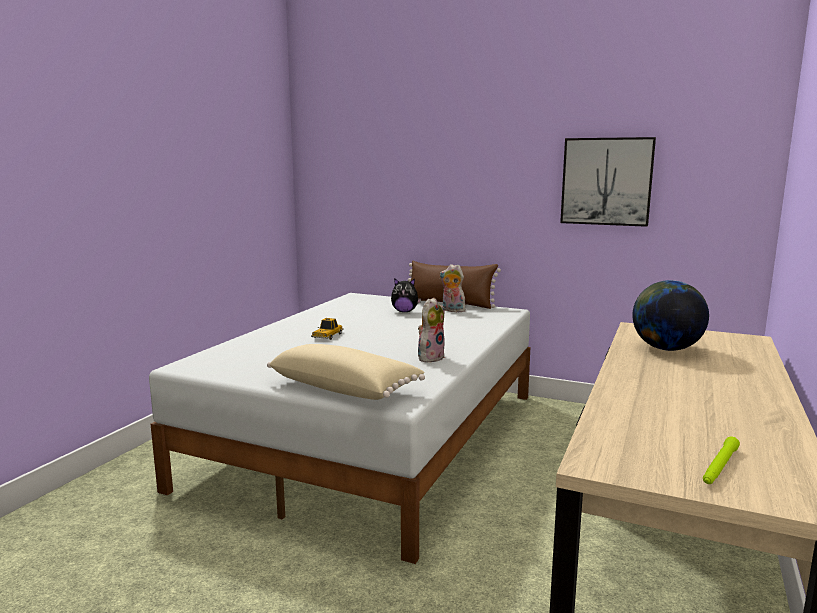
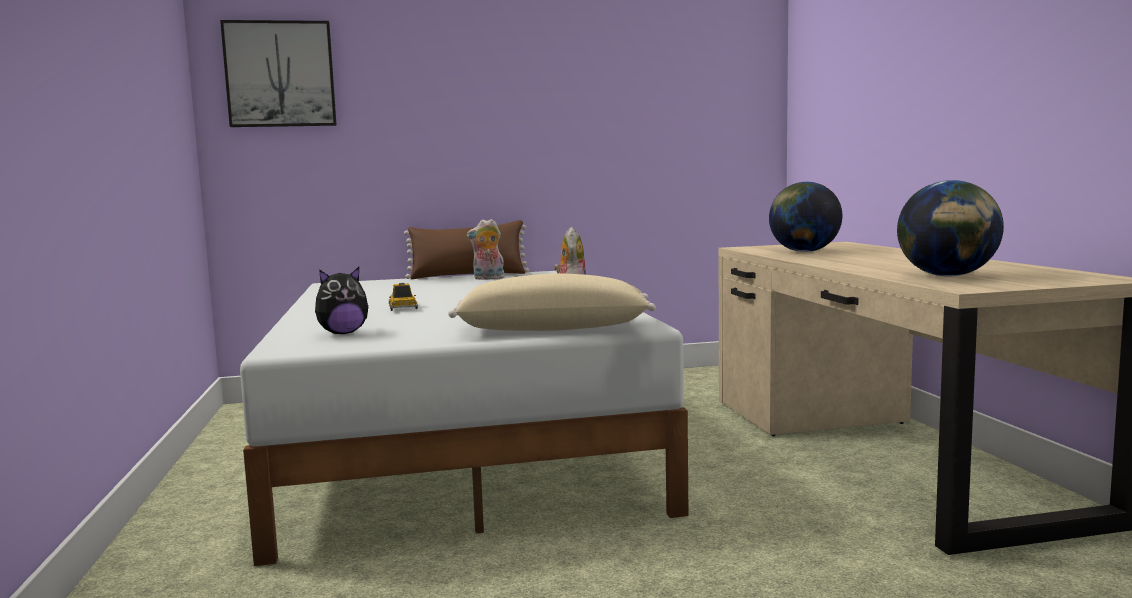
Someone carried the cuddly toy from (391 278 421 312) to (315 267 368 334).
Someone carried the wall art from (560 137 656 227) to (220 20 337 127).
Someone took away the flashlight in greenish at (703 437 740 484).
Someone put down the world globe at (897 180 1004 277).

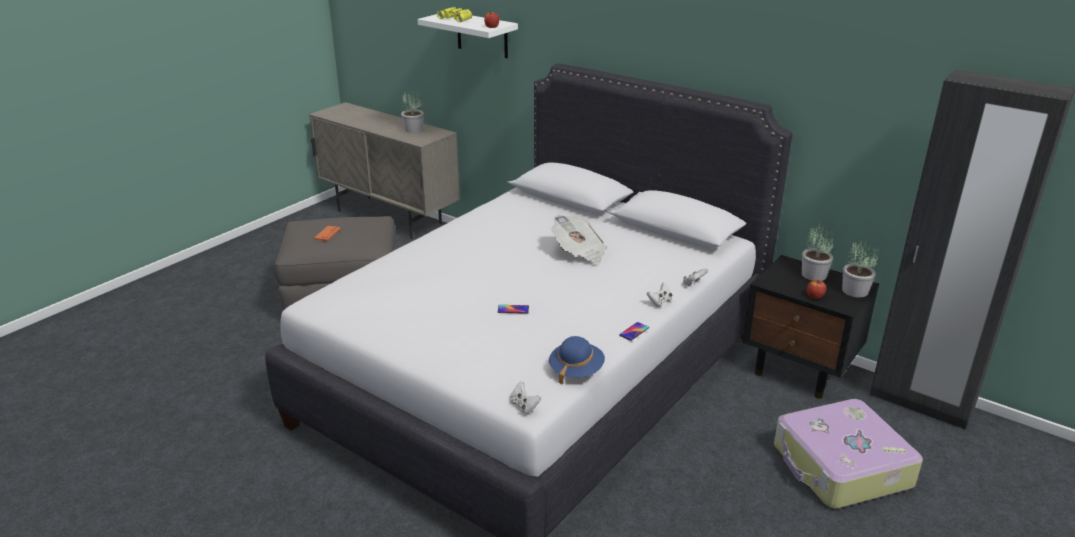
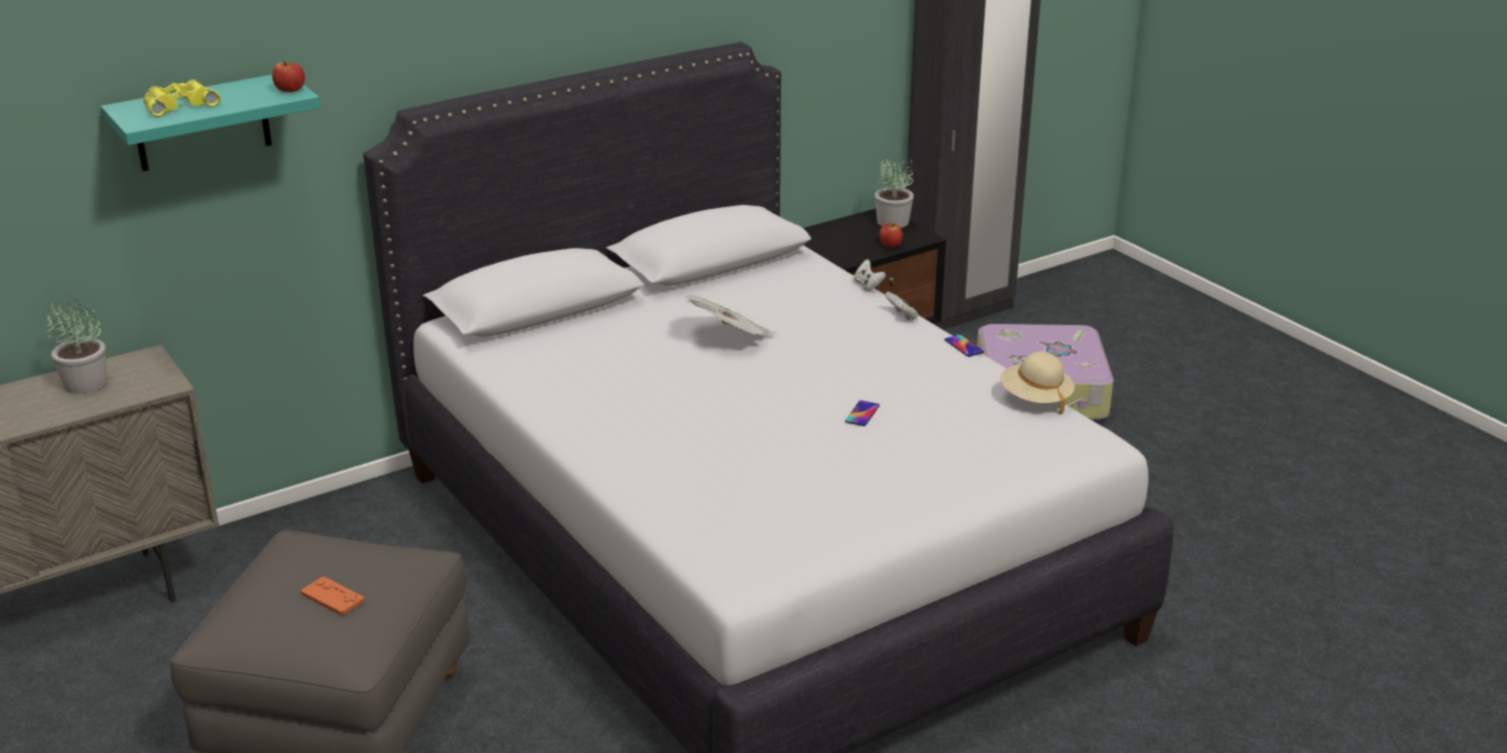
Someone repainted the wall shelf in whitish at (418 14 518 58), which became the wall shelf in turquoise at (100 75 320 171).
Someone took away the gamepad in whitish at (510 381 541 414).
Someone repainted the hat in blue at (549 336 605 385), which became the hat in beige-coloured at (1000 351 1075 414).
Someone took away the potted plant at (802 222 833 281).

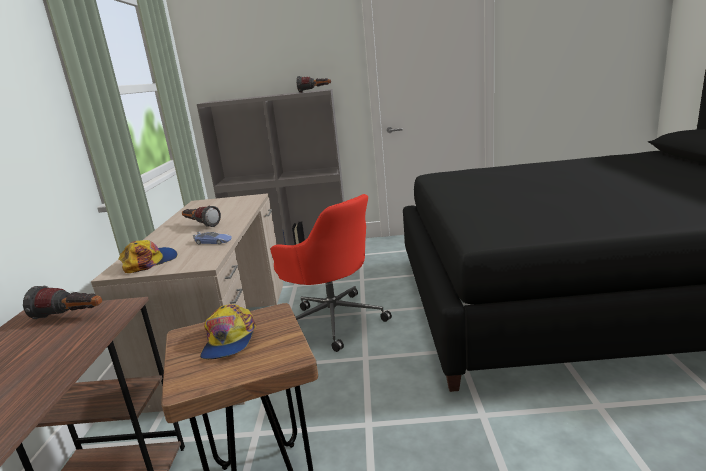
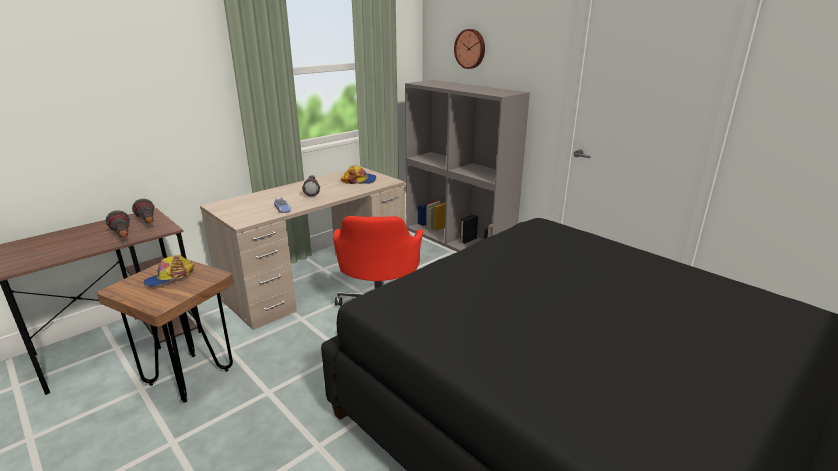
Someone carried the cap from (119 240 178 273) to (341 165 376 184).
Someone carried the flashlight from (296 76 331 93) to (105 210 130 237).
Someone put up the clock on the wall at (454 29 485 69).

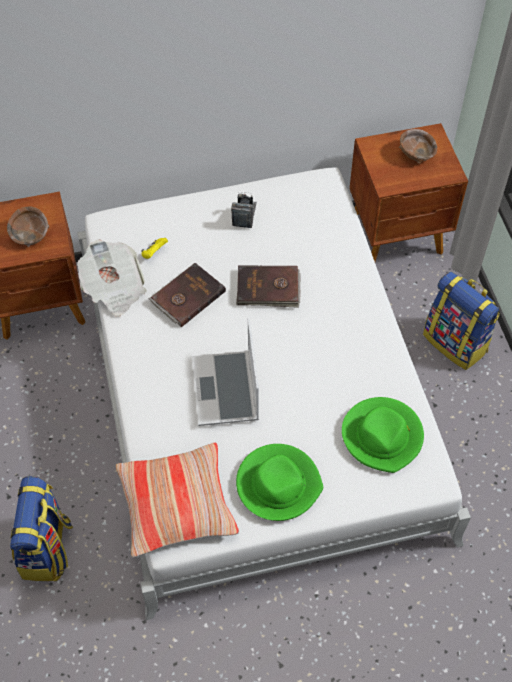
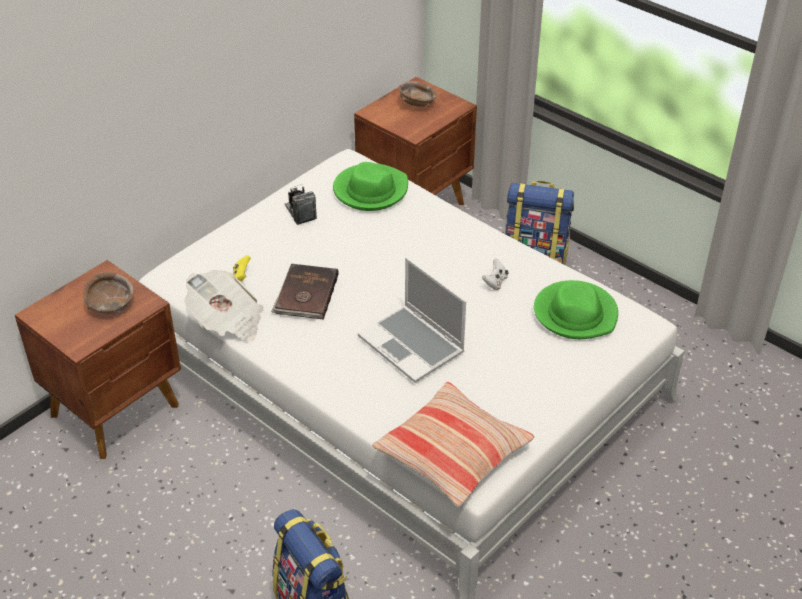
Someone took away the bound book in brown at (236 266 301 308).
Someone carried the hat in greenish from (236 444 323 521) to (333 162 408 211).
Someone put down the gamepad in whitish at (482 259 509 290).

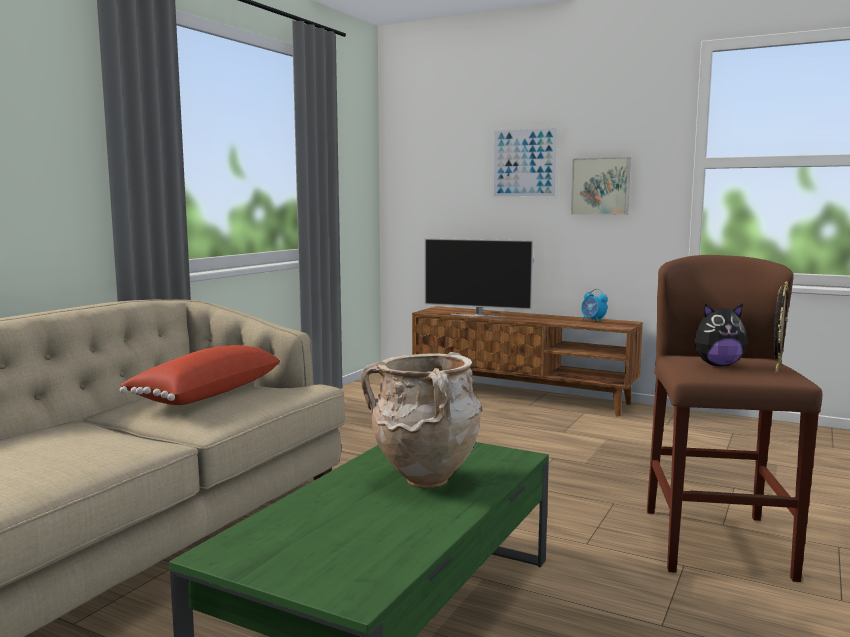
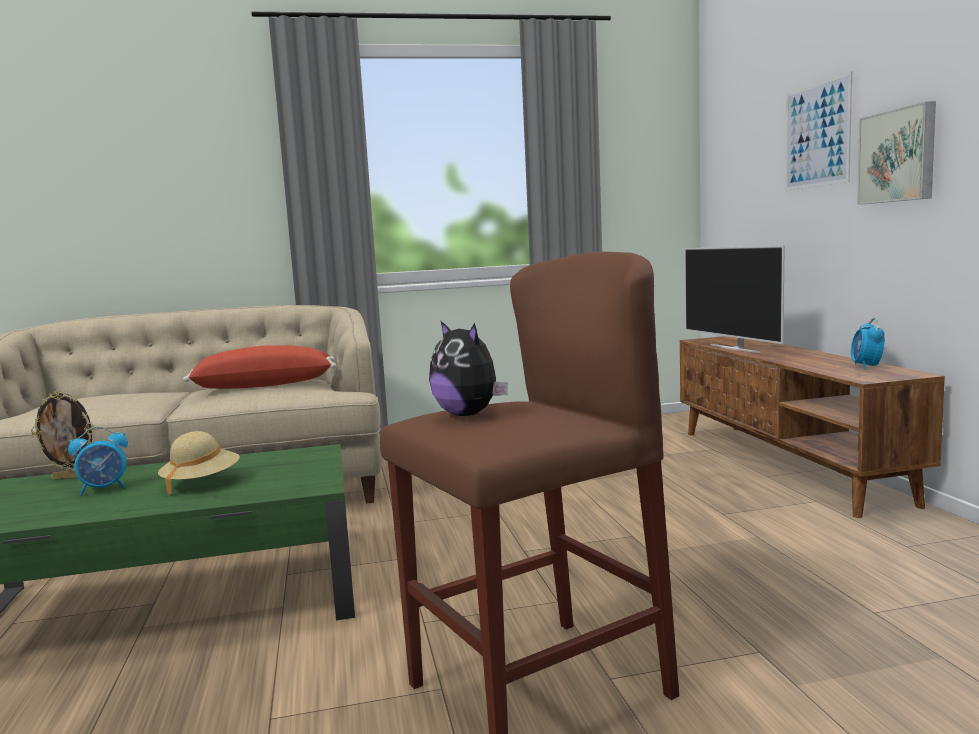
Someone swapped the flower vase in beige-coloured at (361 352 483 488) for the hat in beige-coloured at (158 431 240 495).
Someone carried the picture frame from (773 282 788 373) to (31 390 95 480).
Someone put down the table clock at (68 426 128 495).

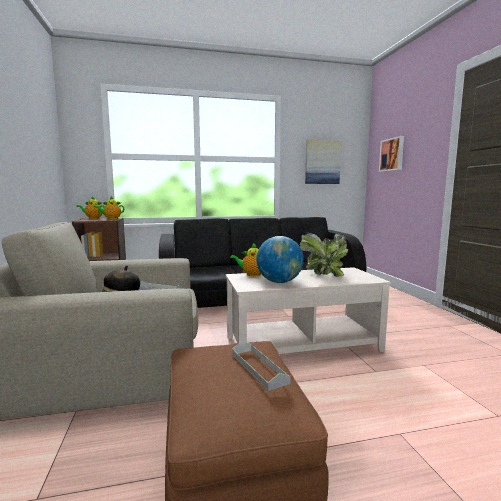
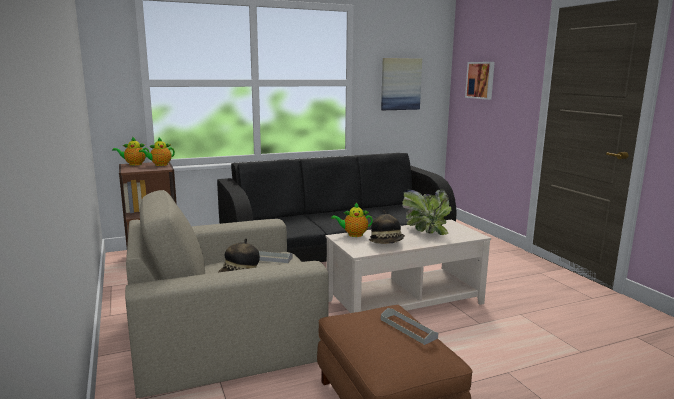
Someone swapped the world globe at (256 236 304 283) for the hat at (369 210 405 244).

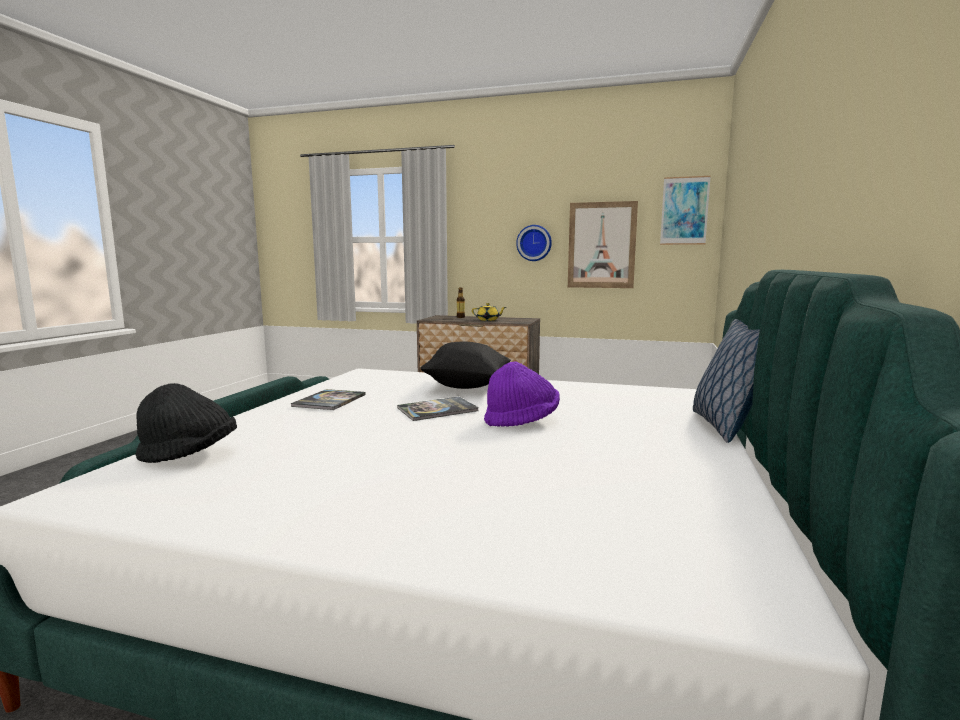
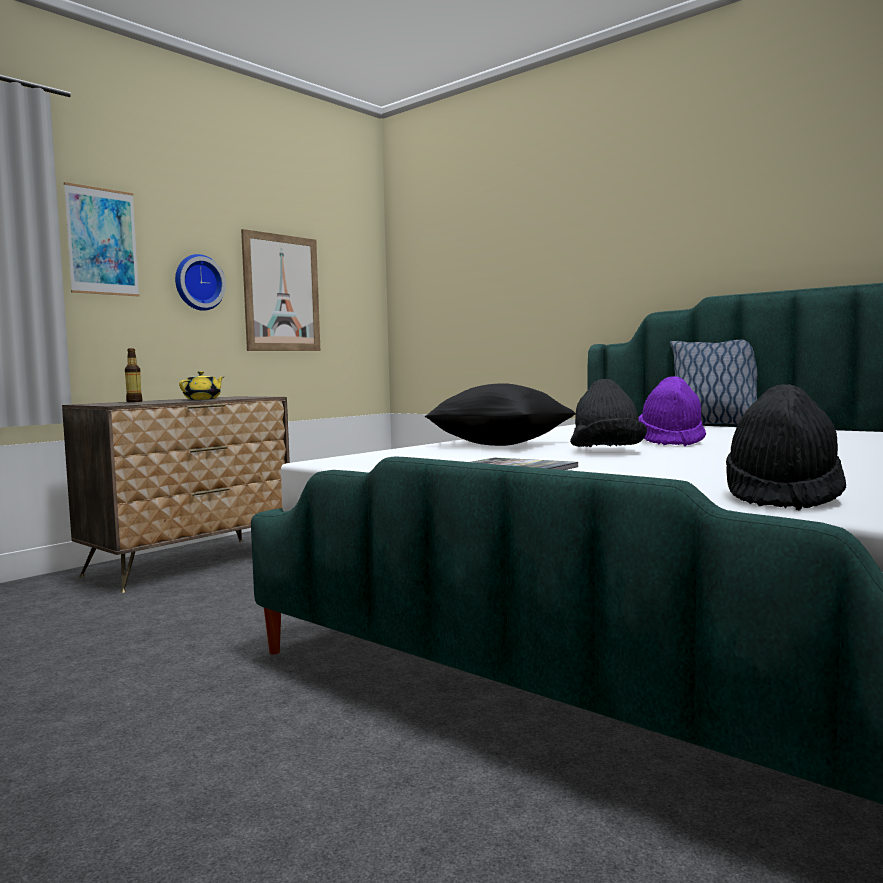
Someone swapped the bound book at (397 397 479 421) for the hat in black at (570 379 647 447).
Someone carried the wall art from (660 176 711 245) to (64 182 140 296).

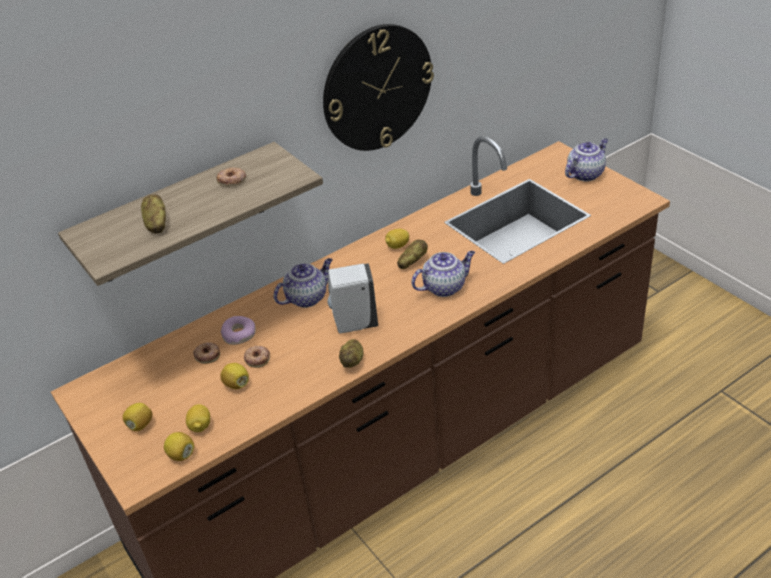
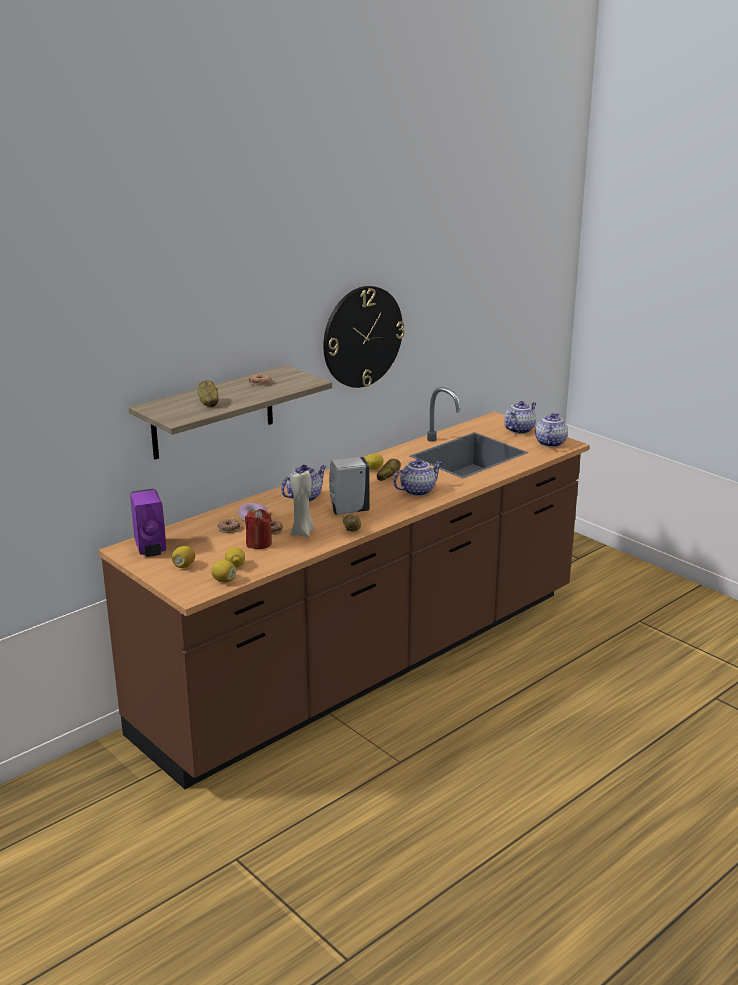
Someone swapped the lemon at (220 363 249 389) for the wax light in reddish at (245 509 272 549).
Someone put down the soap bottle in purple at (130 489 166 557).
Someone put down the wax light in beige-coloured at (290 470 314 537).
Someone put down the tea pot at (535 413 568 447).

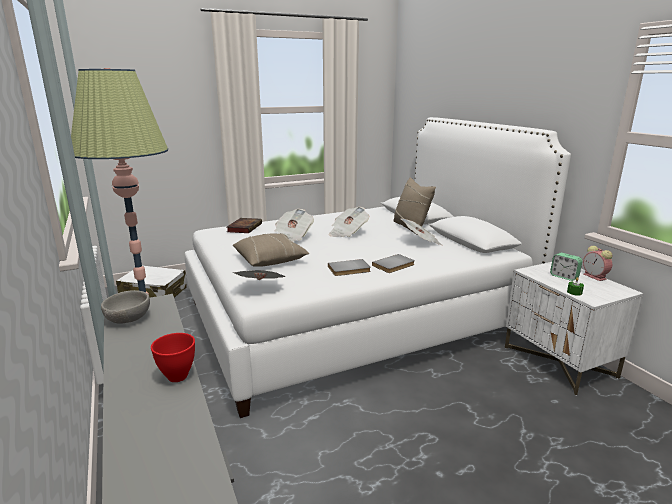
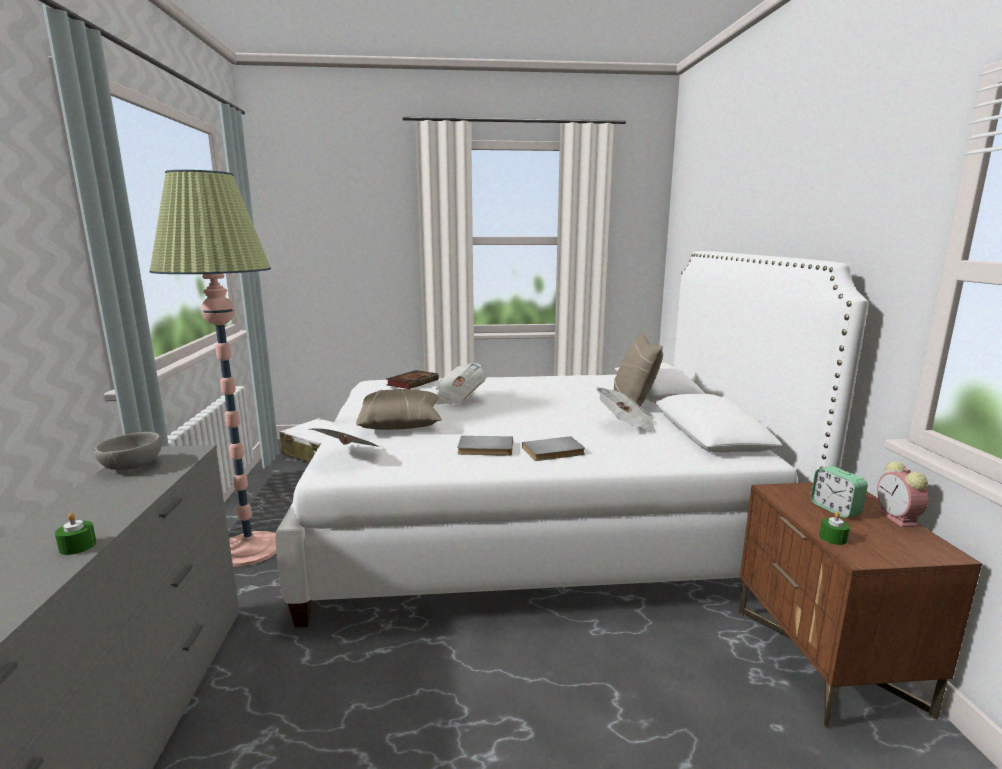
Someone swapped the serving bowl in reddish at (151 333 195 382) for the wax light in greenish at (55 513 97 555).
Someone took away the daily paper at (329 207 369 237).
Someone repainted the nightstand in whitish at (505 262 644 396), which became the nightstand in brown at (738 483 982 728).

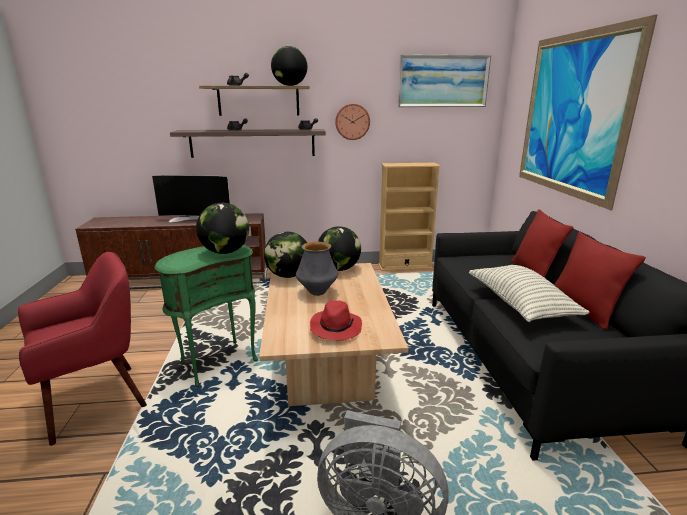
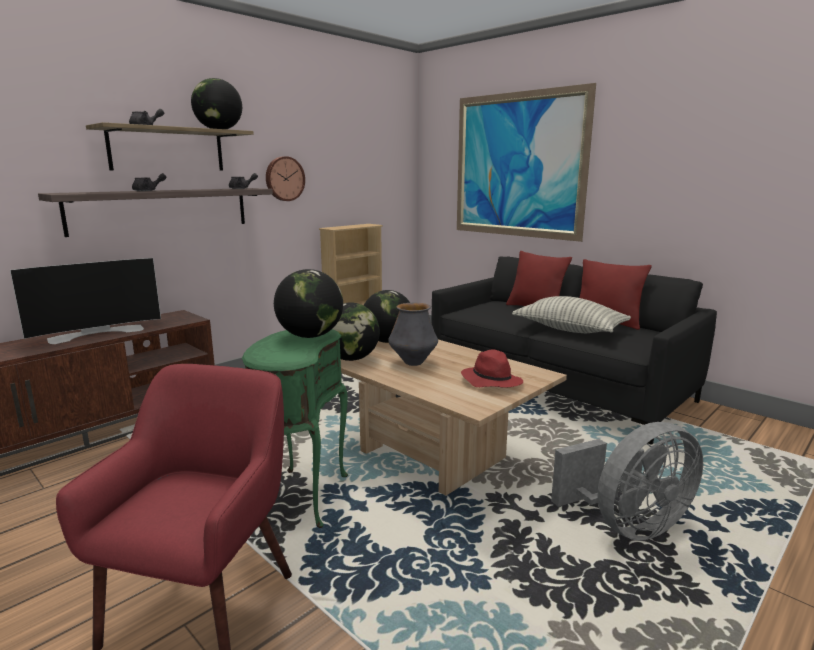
Someone took away the wall art at (398 54 491 107).

